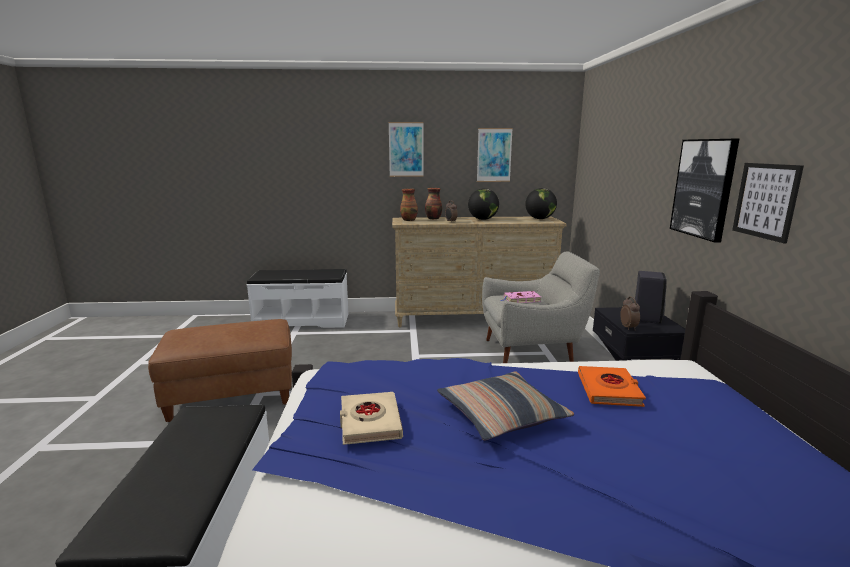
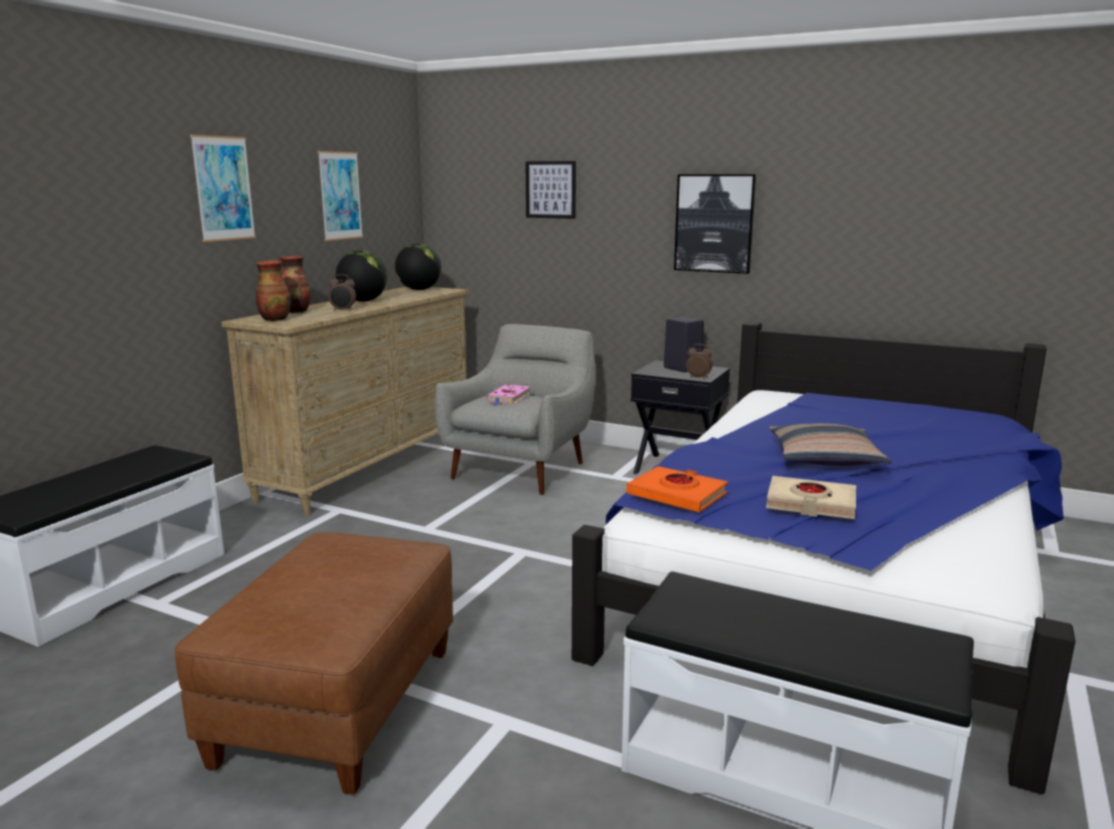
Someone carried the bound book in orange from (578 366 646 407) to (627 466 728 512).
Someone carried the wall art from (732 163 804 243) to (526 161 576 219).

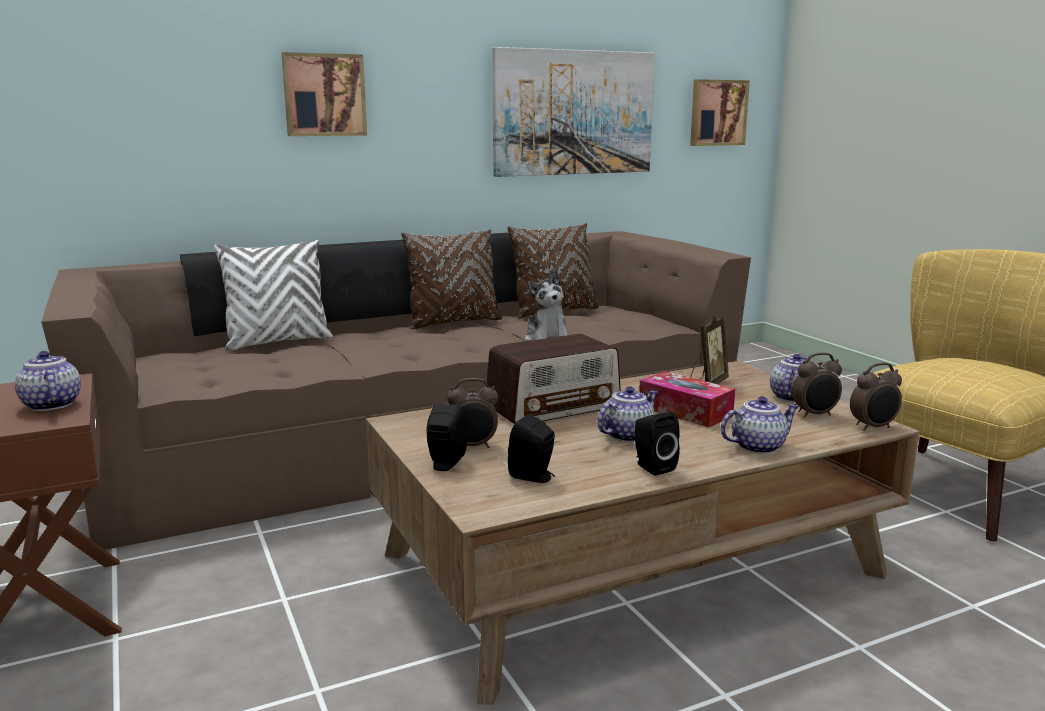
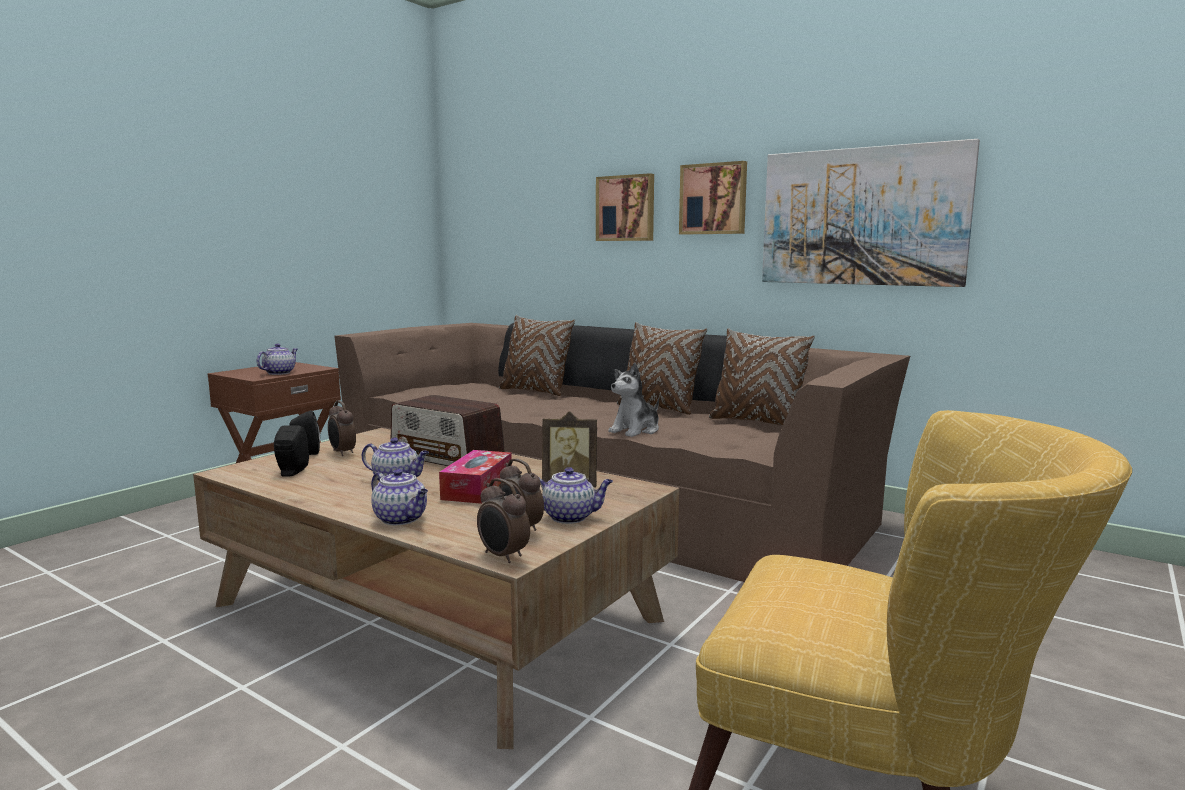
Someone repainted the throw pillow in whitish at (214 240 333 351), which became the throw pillow in brown at (499 315 575 396).
Someone took away the speaker in black at (634 412 680 476).
Someone carried the wall art from (690 79 750 146) to (679 161 747 235).

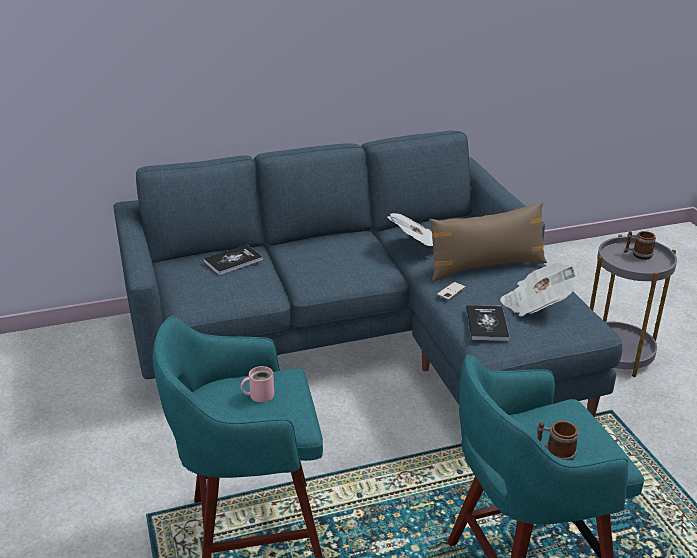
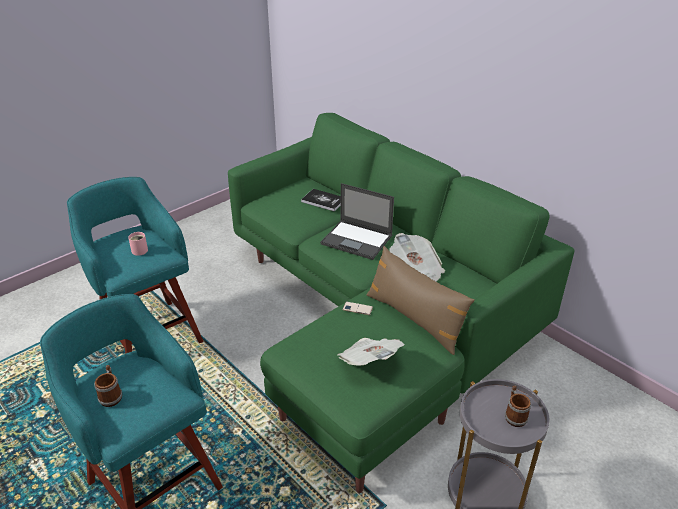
Someone repainted the couch in blue at (113 131 622 417), which became the couch in greenish at (228 113 575 493).
Someone took away the bound book at (466 305 510 341).
Someone put down the laptop at (320 183 394 260).

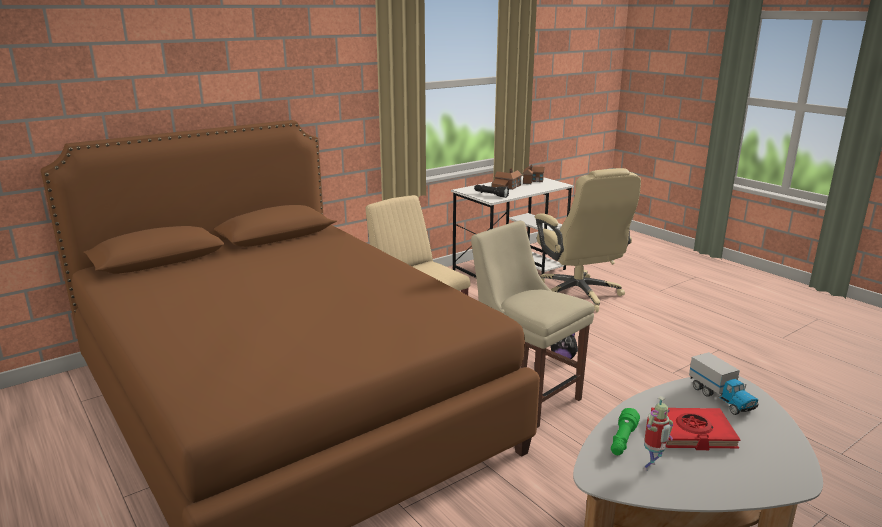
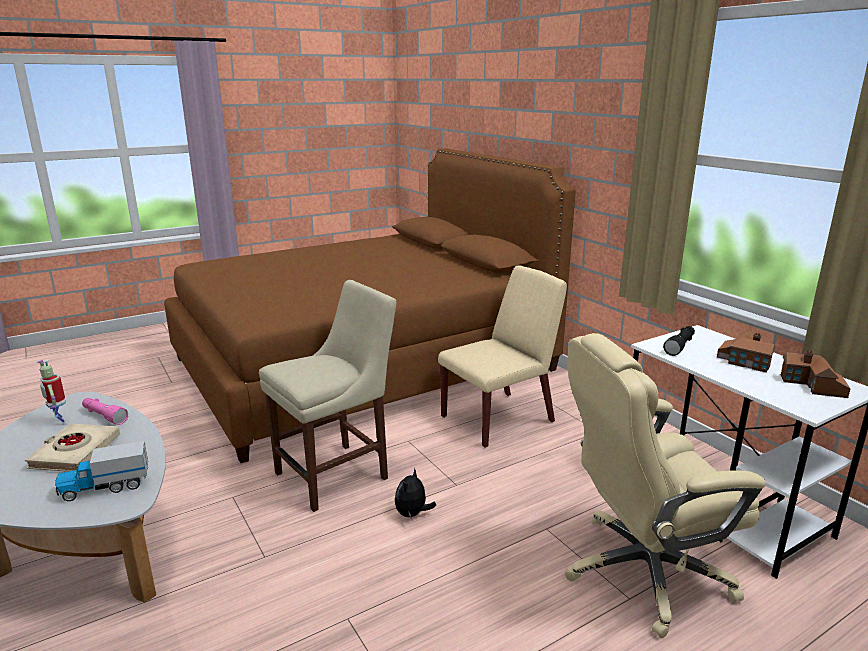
Someone repainted the flashlight in greenish at (611 408 640 455), which became the flashlight in pink at (82 398 128 425).
Someone repainted the bound book in reddish at (651 408 740 450), which became the bound book in beige-coloured at (25 423 120 472).

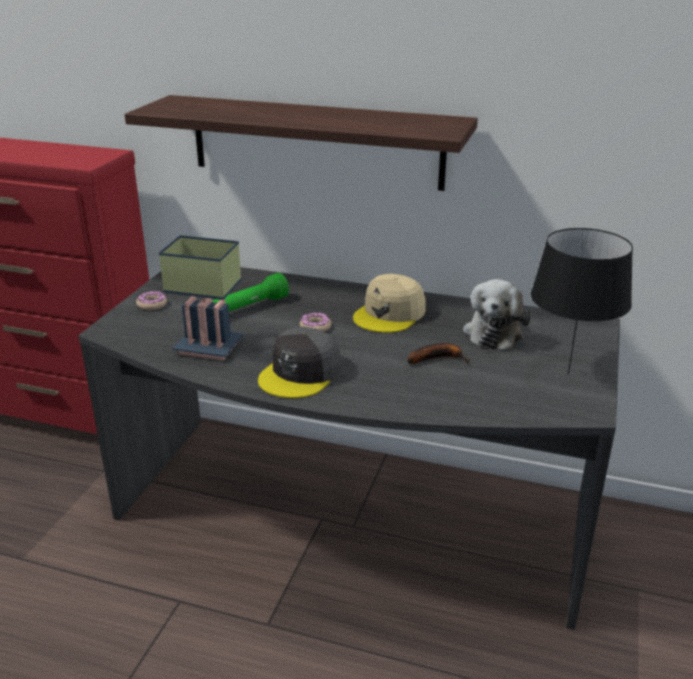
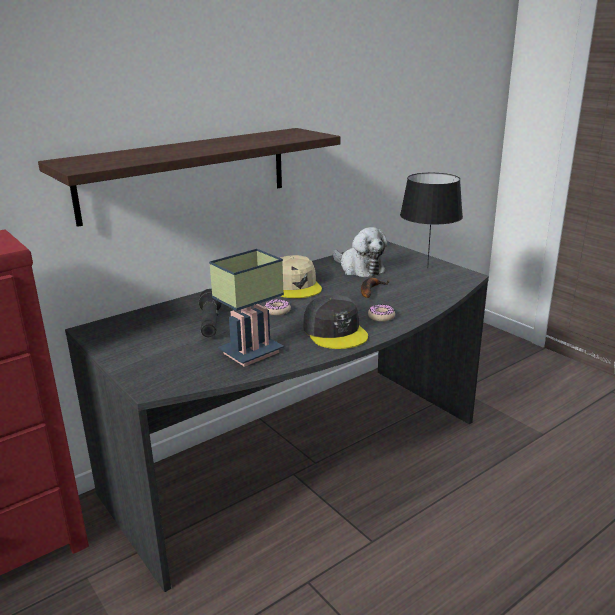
Someone carried the doughnut from (136 291 167 310) to (368 304 395 322).
Someone repainted the flashlight in greenish at (212 273 289 311), which became the flashlight in black at (199 289 222 337).

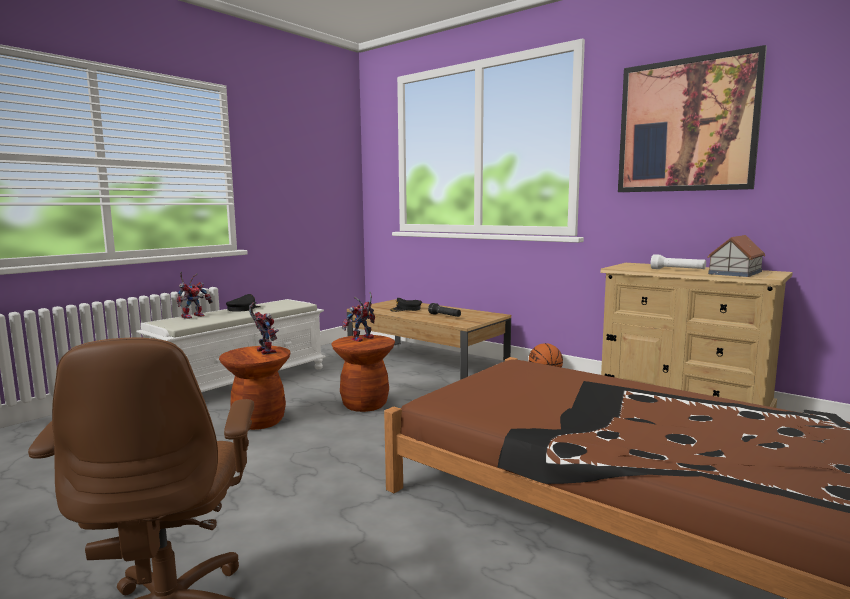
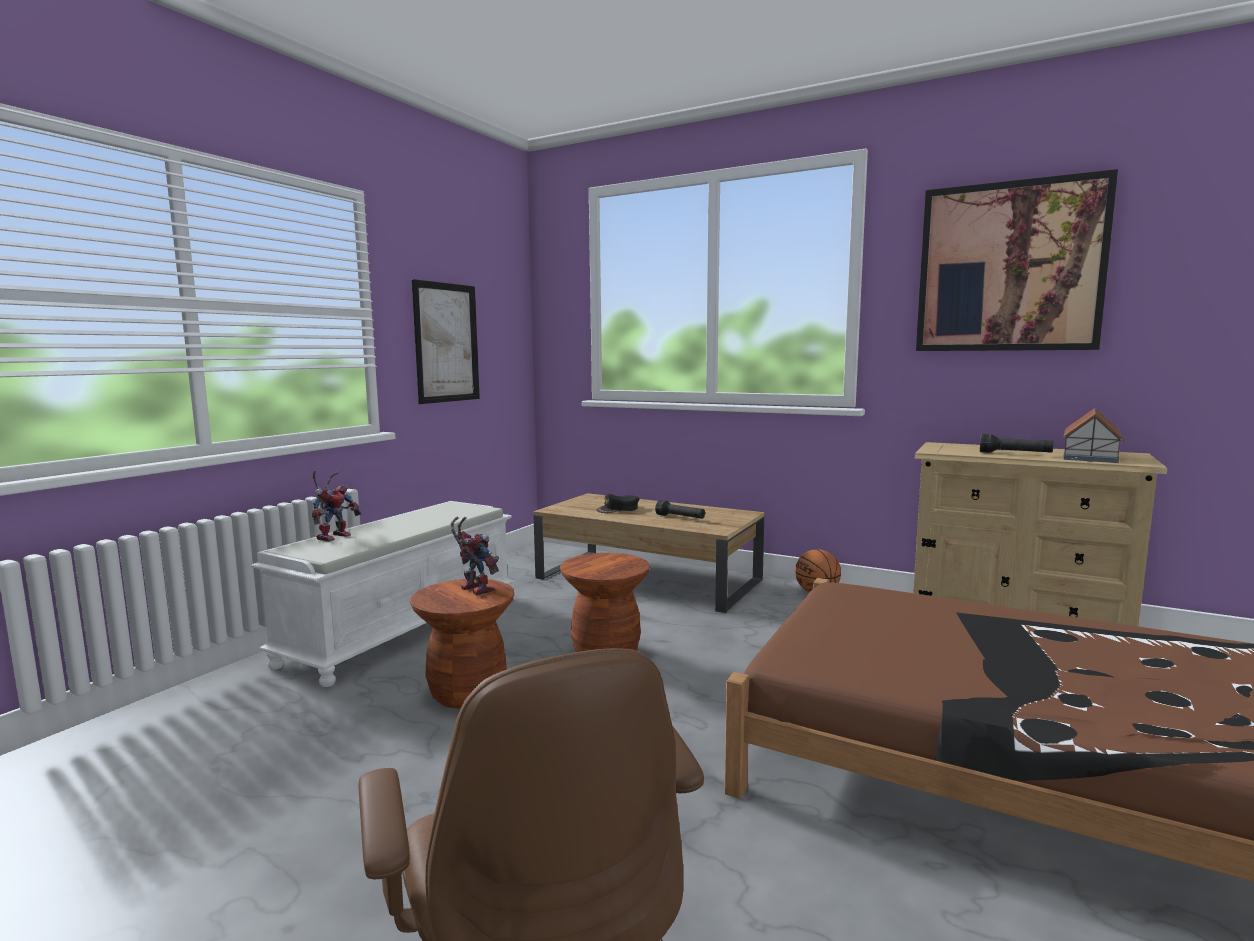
Someone took away the cap in black at (226 294 261 312).
Someone took away the model robot at (342 292 375 342).
Someone repainted the flashlight in whitish at (650 254 706 269), which became the flashlight in black at (980 434 1054 453).
Someone put up the wall art at (411 279 480 404).

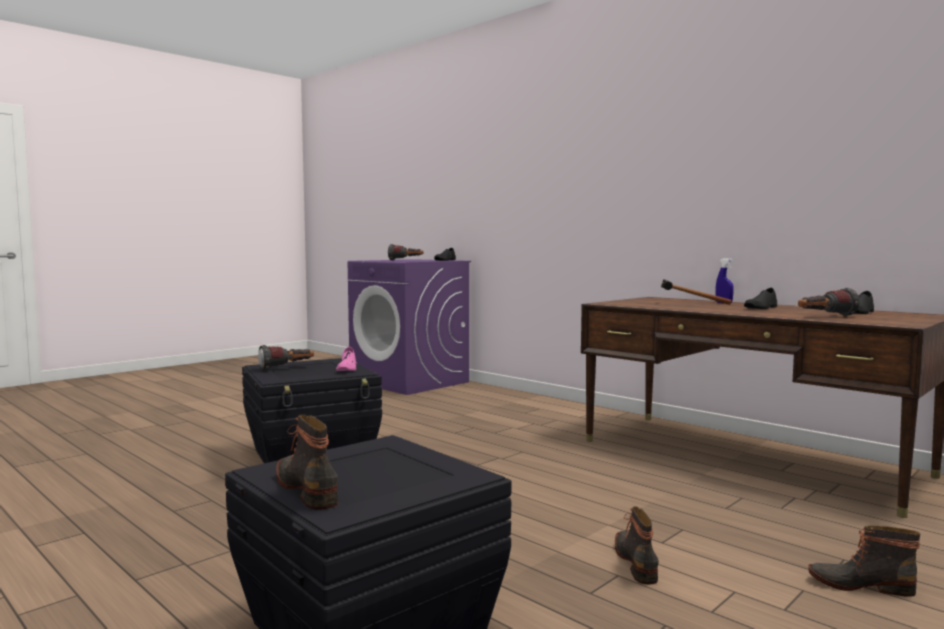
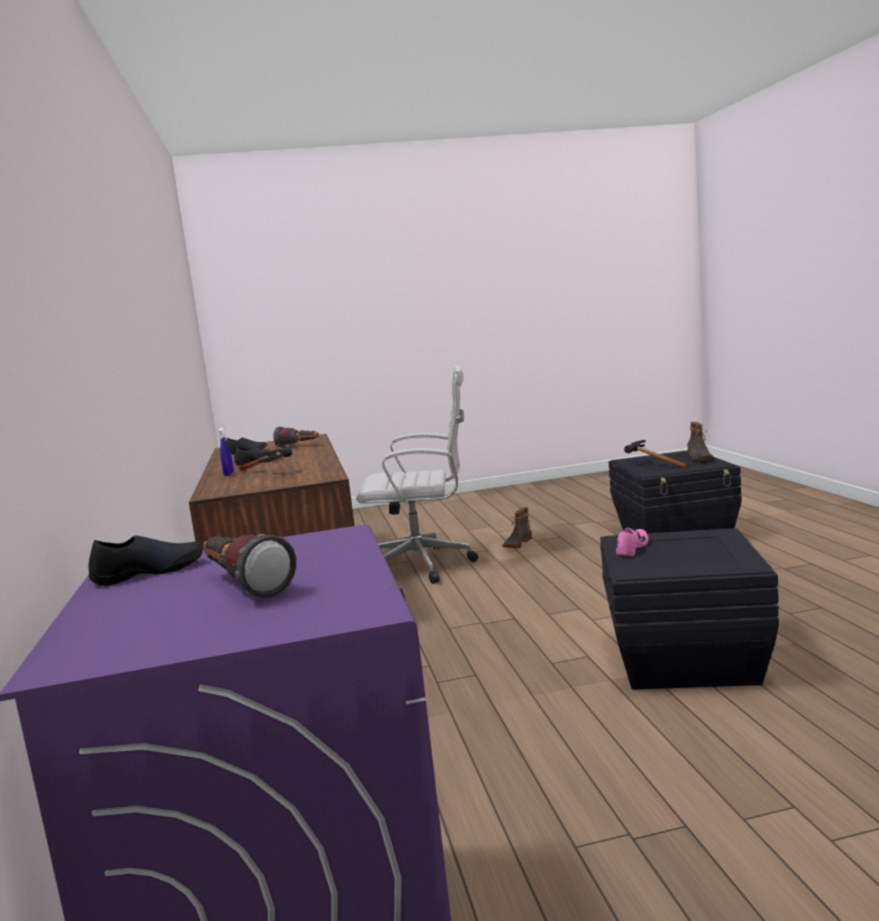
Someone took away the flashlight at (258 345 314 370).
Someone took away the boot at (808 525 921 597).
Someone put down the desk chair in whitish at (356 365 478 584).
Someone put down the tool hammer at (624 440 687 469).

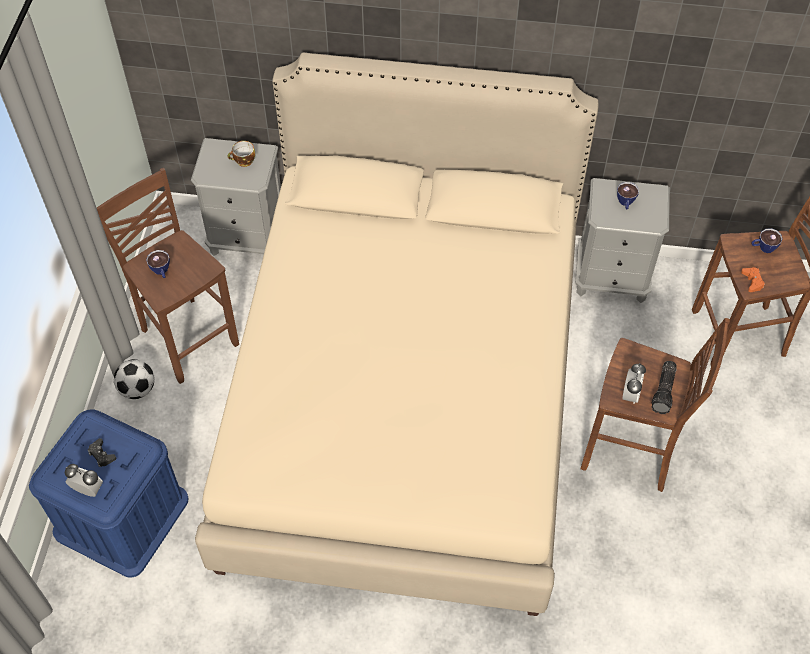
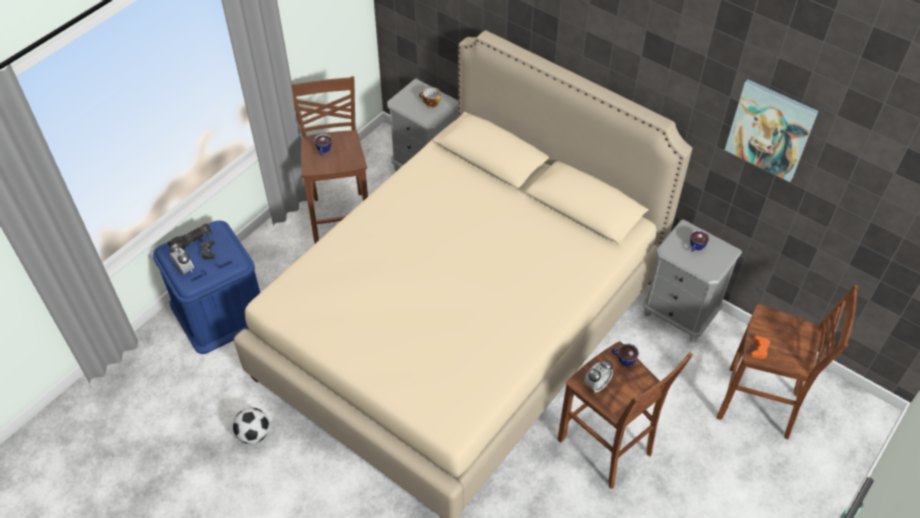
Someone carried the football ball from (114 359 154 399) to (233 408 270 444).
Someone carried the flashlight from (652 361 677 414) to (168 223 211 250).
Someone carried the small cup from (752 228 783 253) to (612 344 639 367).
Someone put up the wall art at (725 79 819 182).

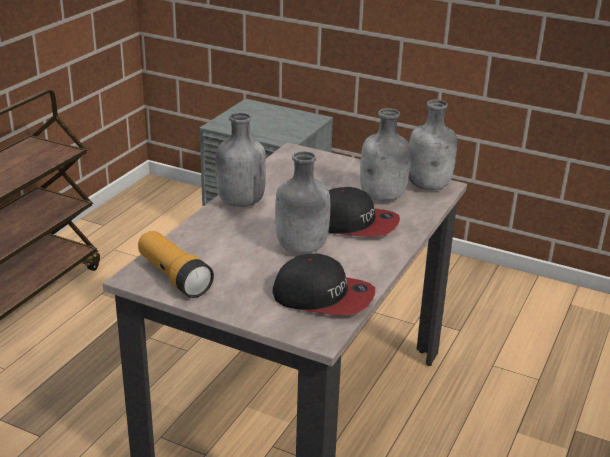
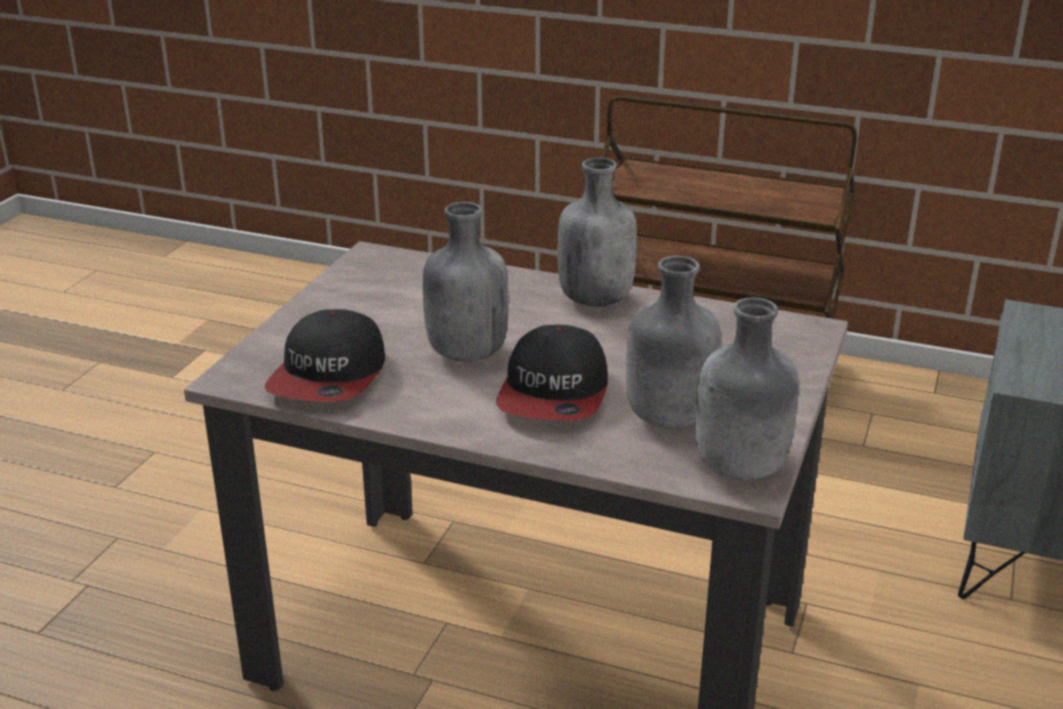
Someone took away the flashlight at (138 231 214 298).

